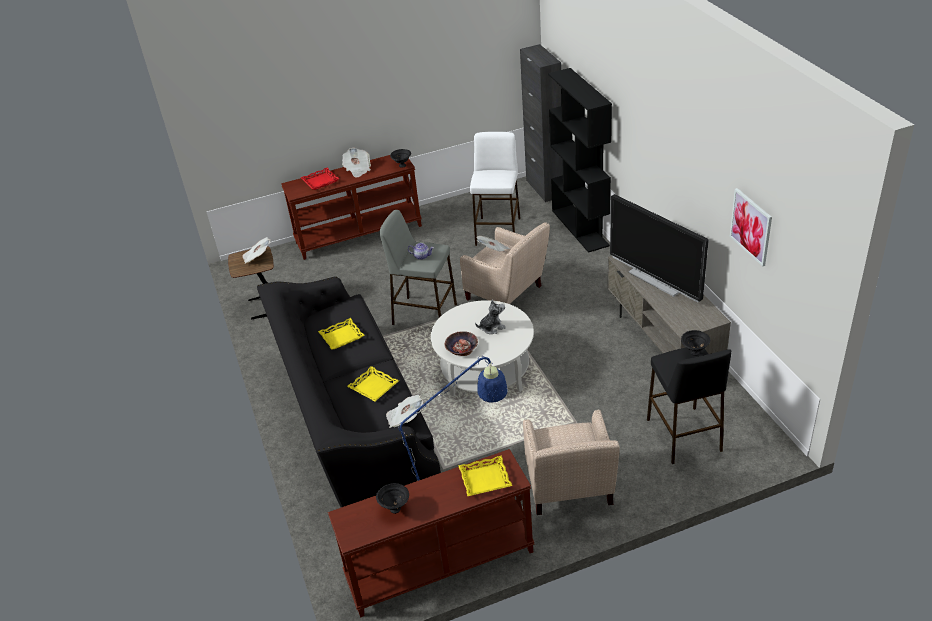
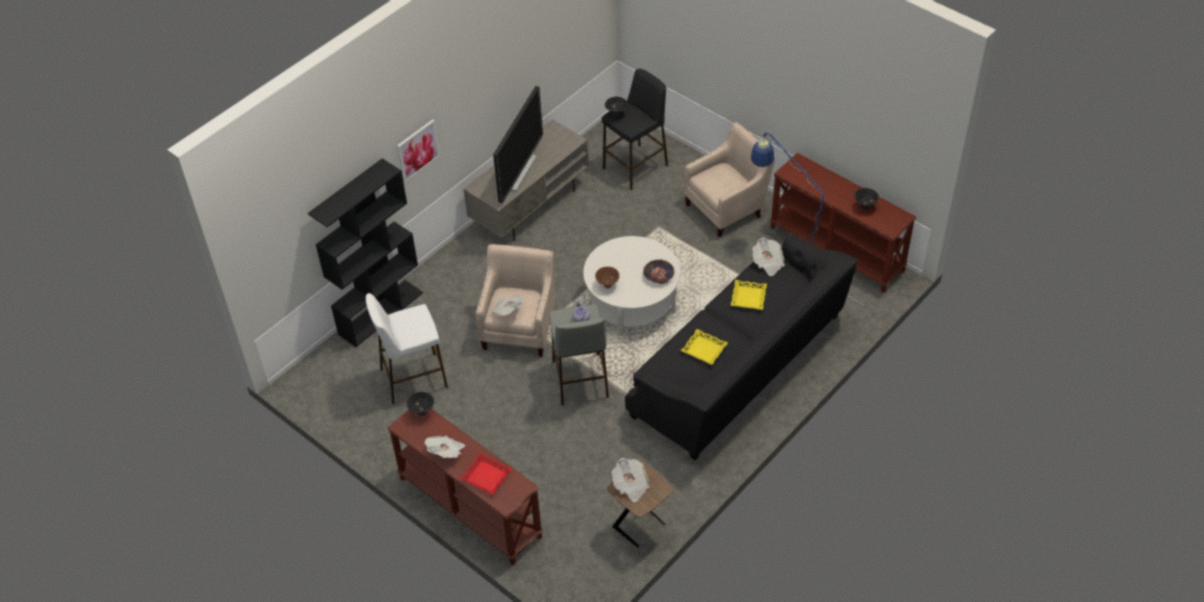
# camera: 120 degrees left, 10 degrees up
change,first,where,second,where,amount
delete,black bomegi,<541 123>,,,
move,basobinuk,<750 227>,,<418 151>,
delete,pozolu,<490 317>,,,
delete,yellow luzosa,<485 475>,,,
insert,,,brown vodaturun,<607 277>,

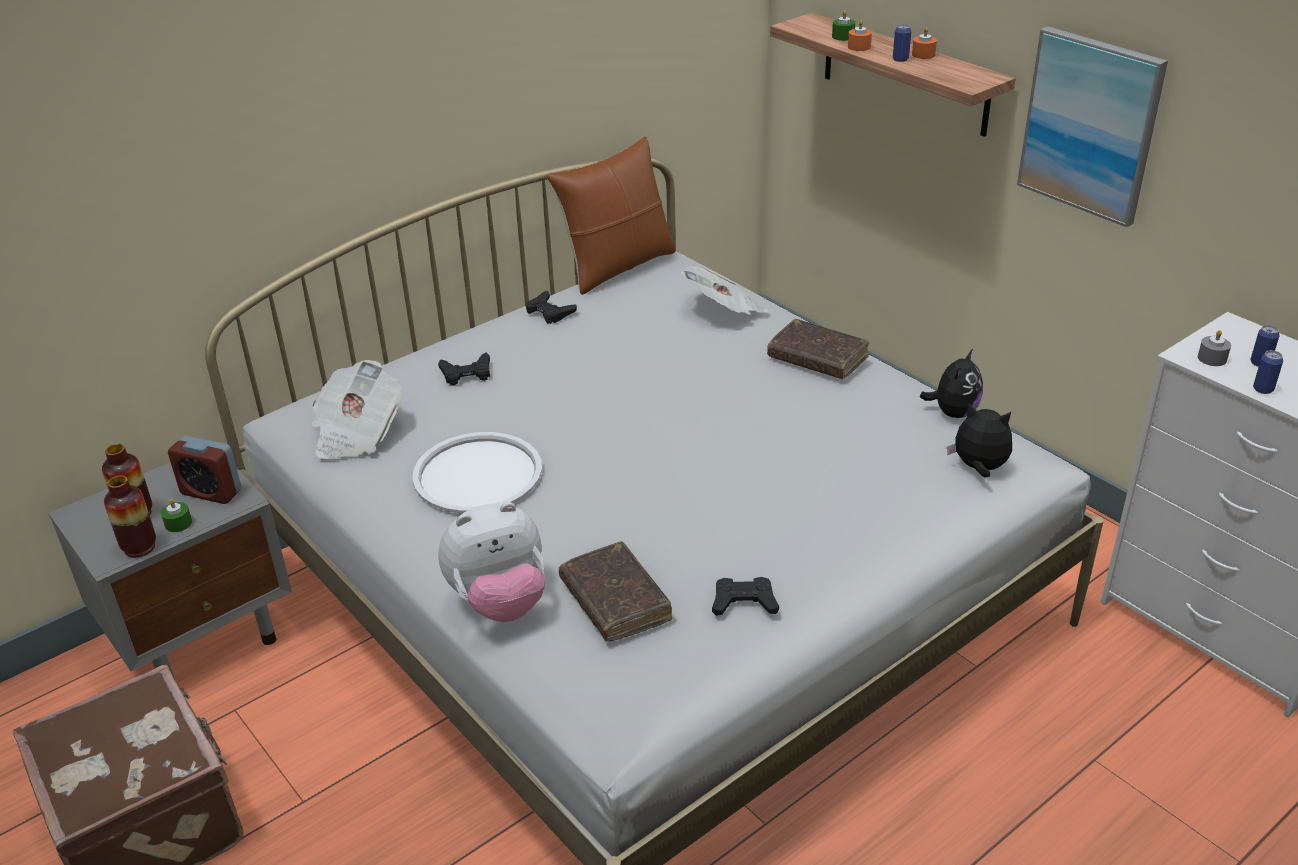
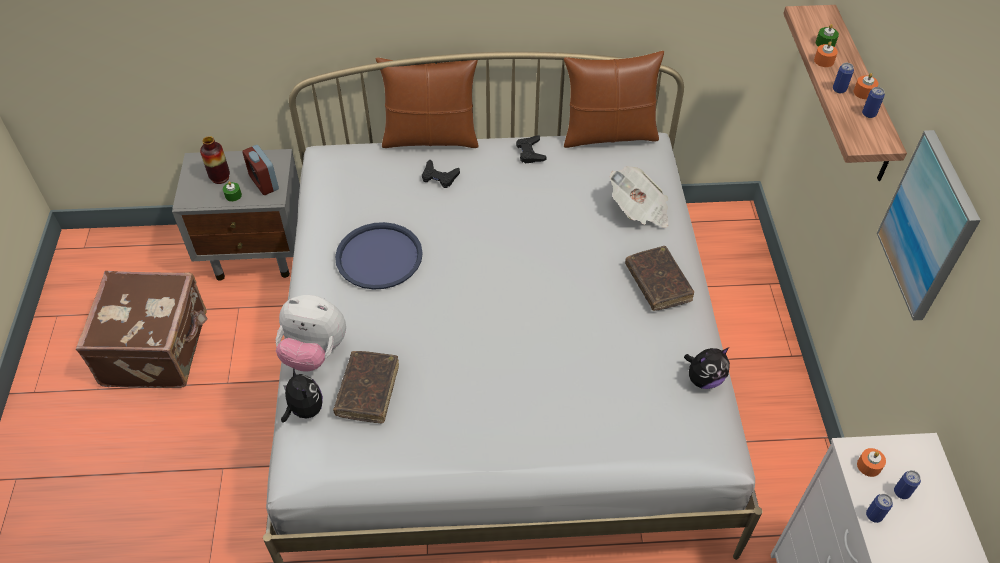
# camera: 35 degrees right, 15 degrees up
change,first,where,second,where,amount
recolor,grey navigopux,<1214 348>,orange navigopux,<871 462>,
delete,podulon,<357 409>,,,
move,pozolu,<979 440>,,<302 395>,
recolor,white luzosa,<477 472>,blue luzosa,<379 256>,
delete,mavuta,<130 516>,,,
delete,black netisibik,<745 596>,,,
insert,,,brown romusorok,<427 102>,
insert,,,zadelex,<873 102>,

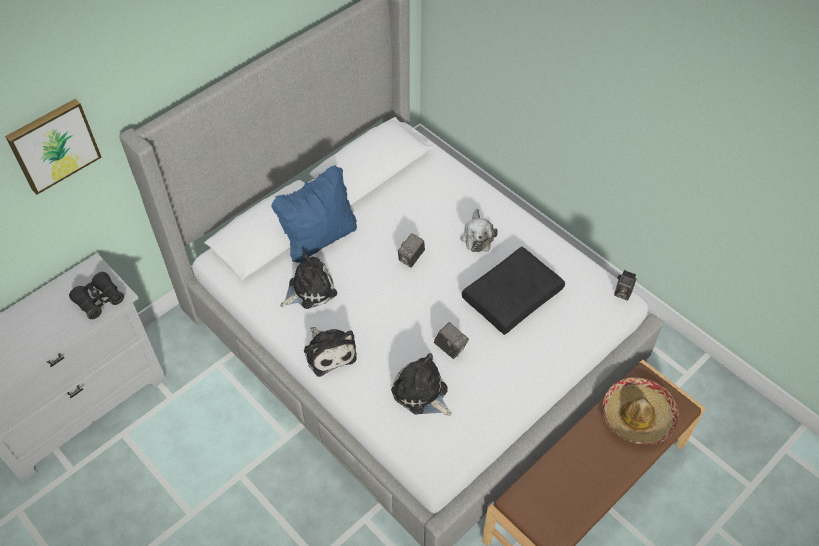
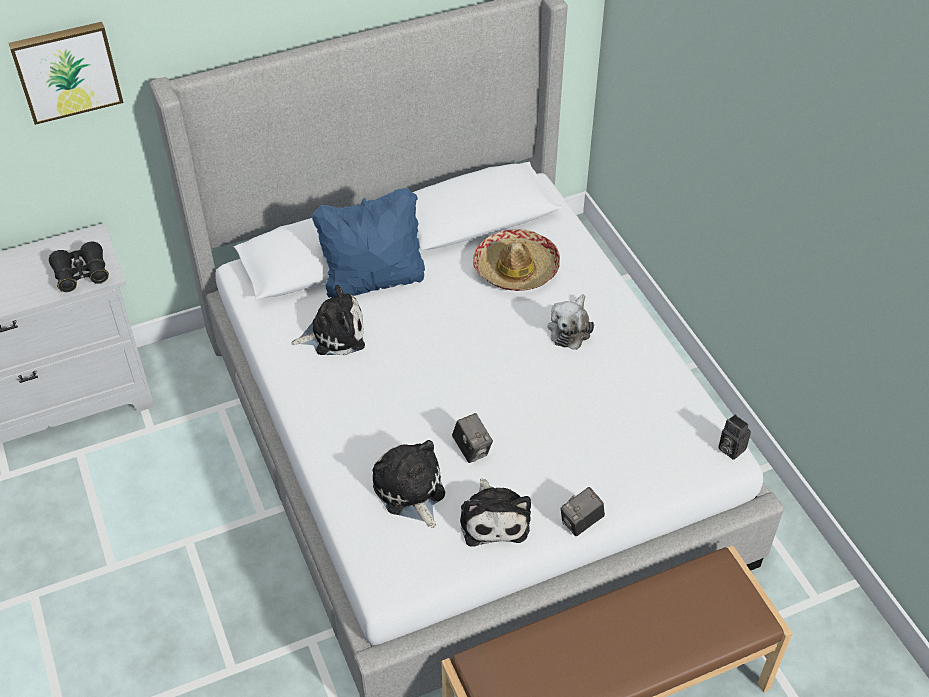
# camera: 20 degrees right, 5 degrees down
change,first,where,second,where,amount
move,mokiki,<411 250>,,<582 511>,
delete,black romusorok,<513 291>,,,
move,pozolu,<330 352>,,<495 513>,
move,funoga,<640 411>,,<516 260>,

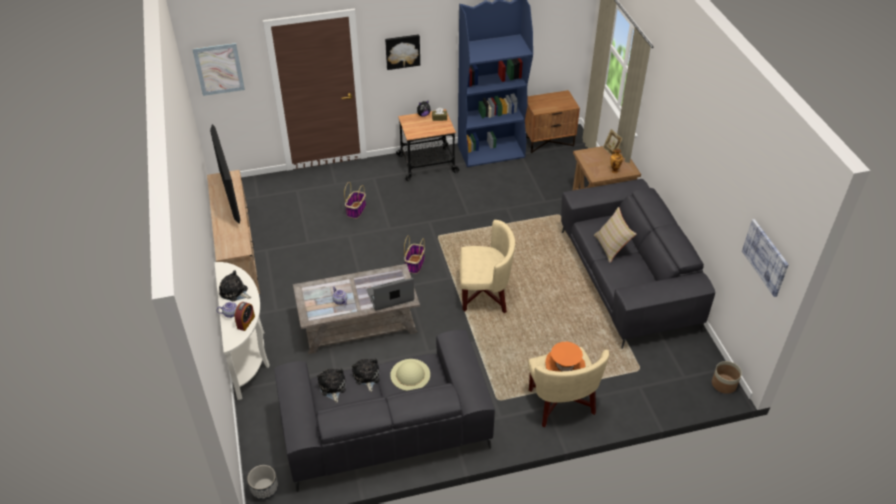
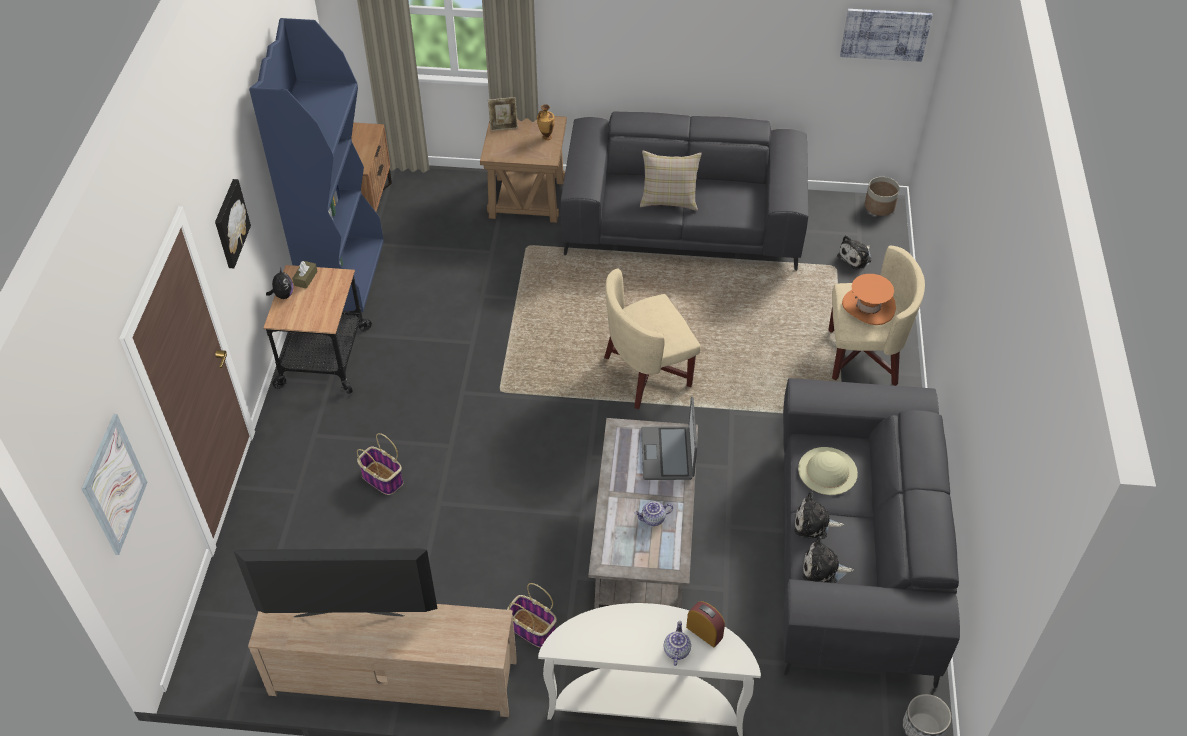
# camera: 70 degrees left, 5 degrees up
change,first,where,second,where,amount
rotate,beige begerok,<487 266>,,<652 338>,135 degrees counterclockwise
move,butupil,<414 254>,,<532 615>,
move,pozolu,<235 286>,,<854 252>,

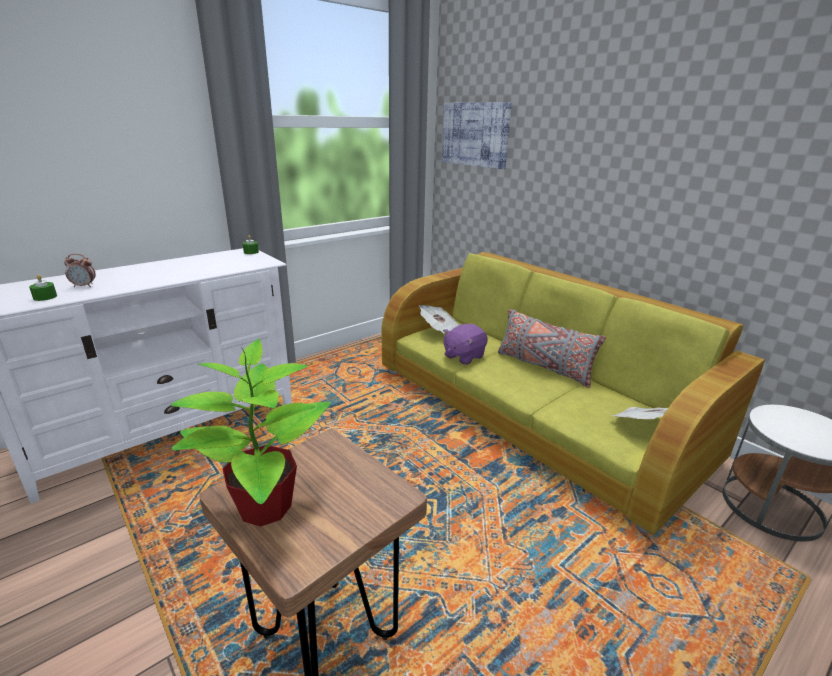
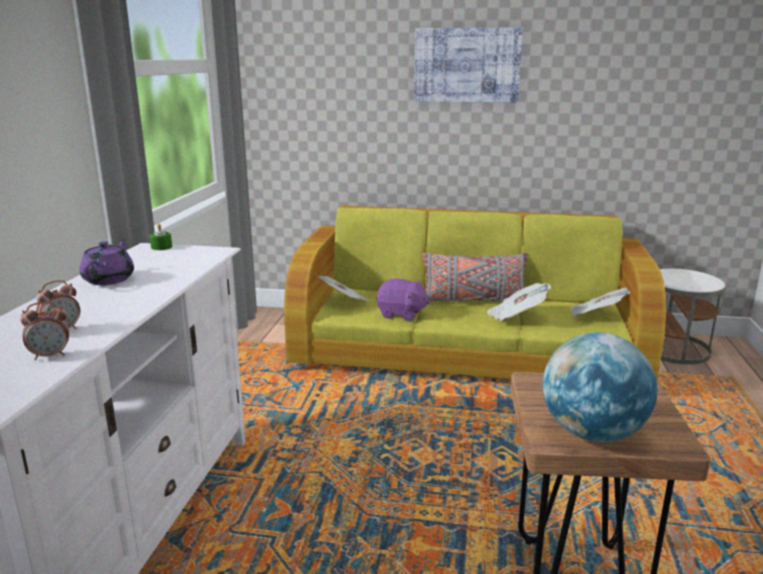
# camera: 40 degrees left, 5 degrees down
change,first,where,second,where,amount
move,basobinuk,<477 135>,,<468 65>,
replace,green navigopux,<43 288>,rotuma,<44 331>,
rotate,purple pozolu,<465 344>,,<403 300>,75 degrees counterclockwise
replace,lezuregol,<250 433>,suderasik,<600 387>,
insert,,,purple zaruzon,<107 262>,
insert,,,podulon,<519 302>,

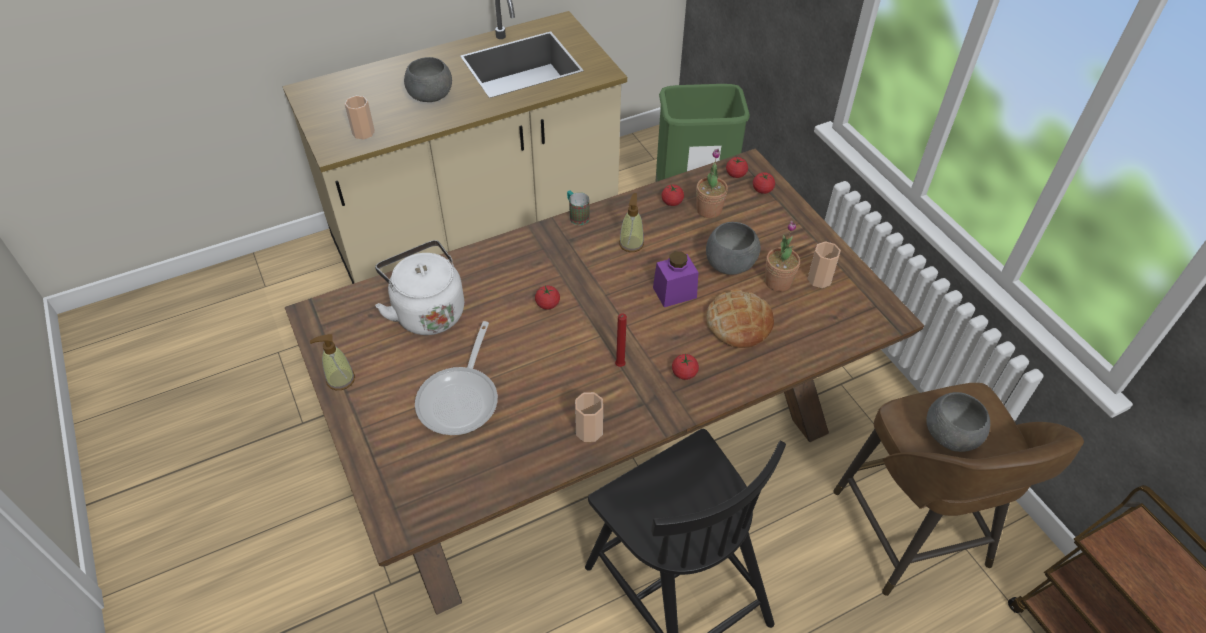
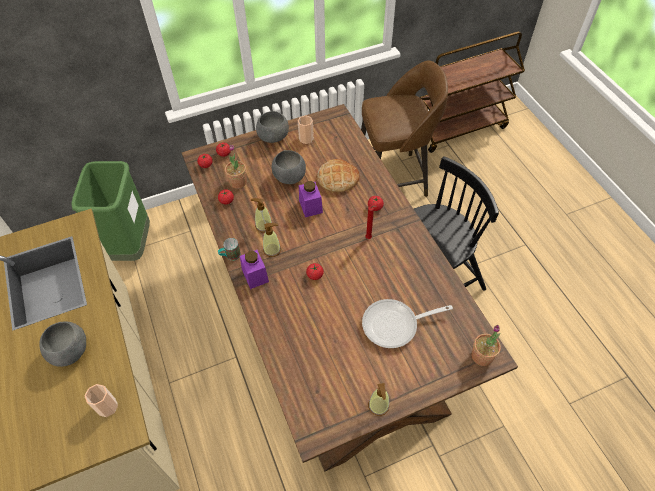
# camera: 85 degrees left, 5 degrees up
change,first,where,second,where,amount
move,lezuregol,<782 256>,,<486 345>,
delete,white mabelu,<419 287>,,,
rotate,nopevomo,<456 378>,,<407 323>,150 degrees clockwise
delete,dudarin,<589 417>,,,
move,grey vodaturun,<958 422>,,<272 127>,
insert,,,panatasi,<272 240>,
insert,,,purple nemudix,<254 269>,

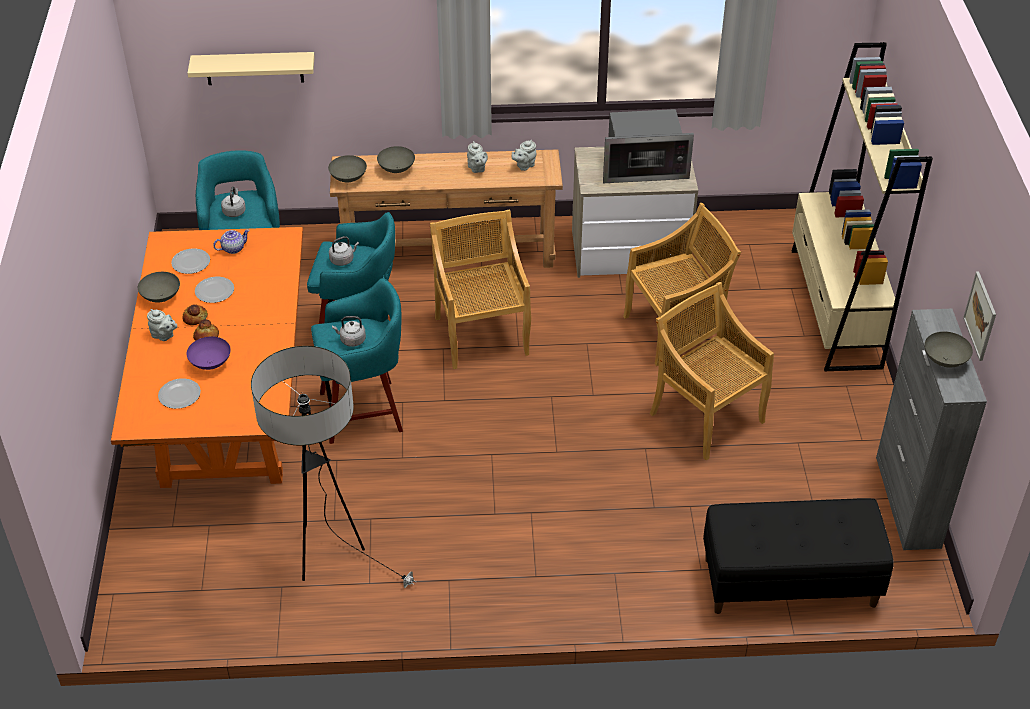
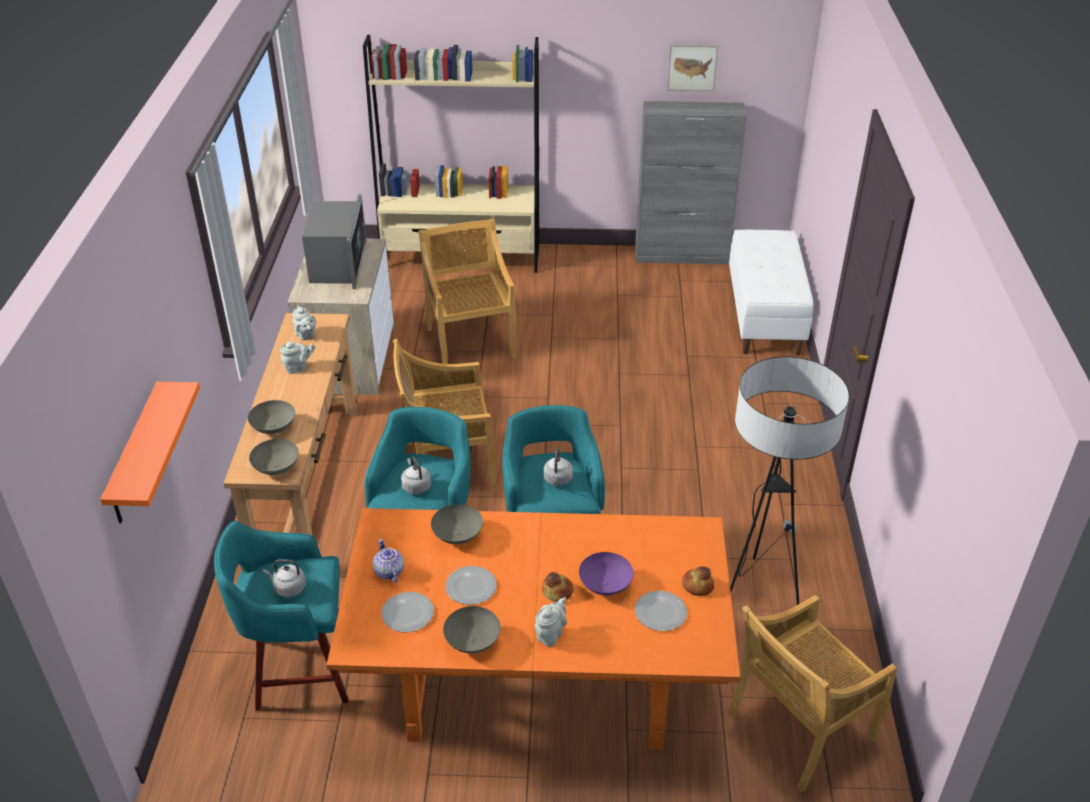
# camera: 85 degrees left, 5 degrees down
change,first,where,second,where,amount
recolor,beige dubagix,<251 68>,orange dubagix,<150 452>,
move,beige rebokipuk,<712 371>,,<812 693>,
move,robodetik,<195 314>,,<698 581>,
move,grey vodaturun,<948 349>,,<457 524>,
recolor,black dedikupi,<798 556>,white dedikupi,<771 293>,

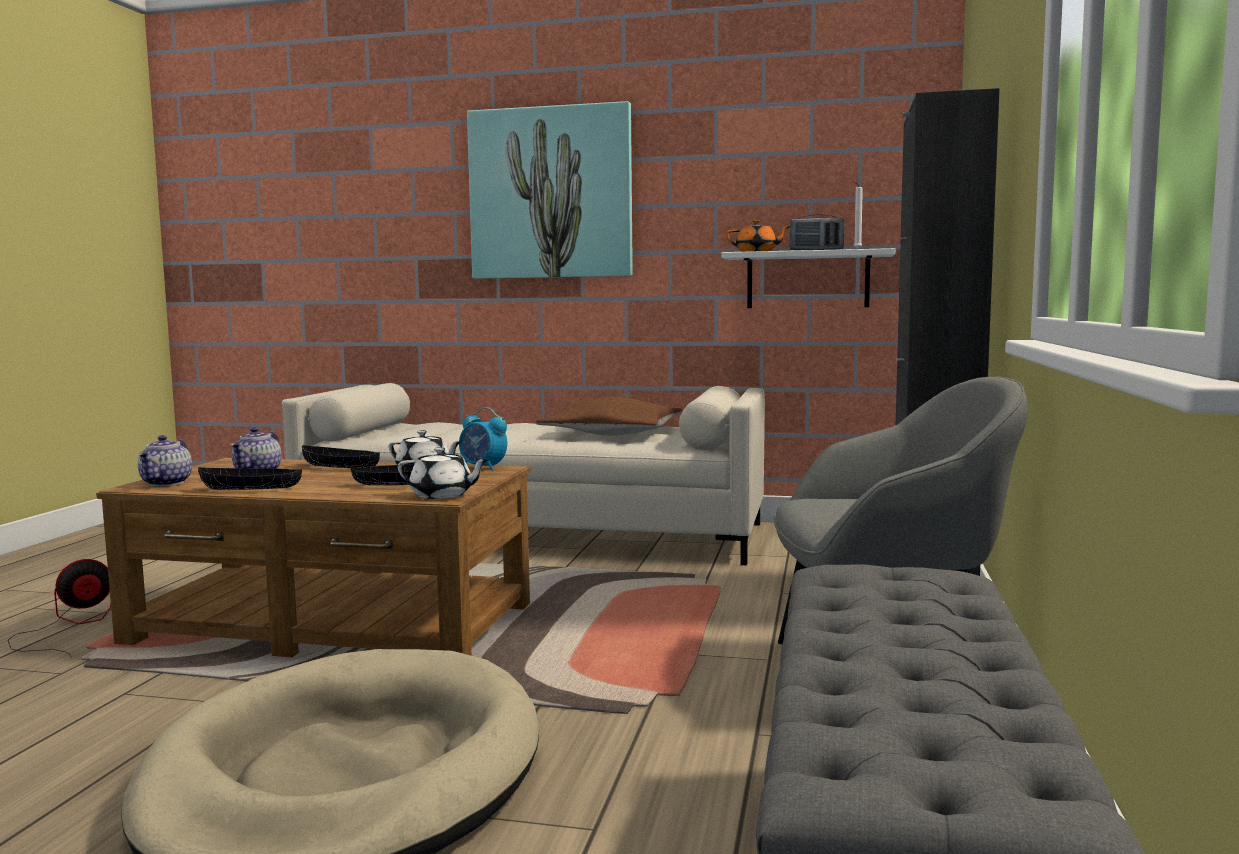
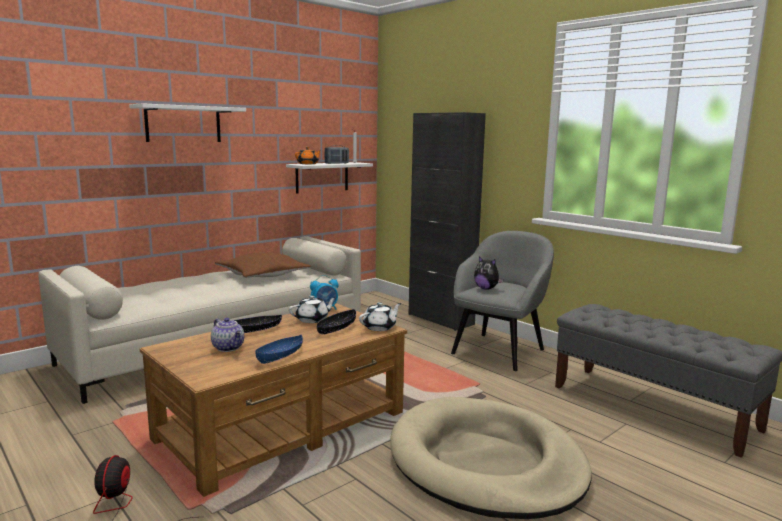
# camera: 55 degrees left, 5 degrees up
change,first,where,second,where,amount
replace,basobinuk,<550 190>,white dubagix,<187 122>,
delete,zaruzon,<165 461>,,,
recolor,black vodaturun,<250 478>,blue vodaturun,<279 349>,
insert,,,pozolu,<488 273>,

